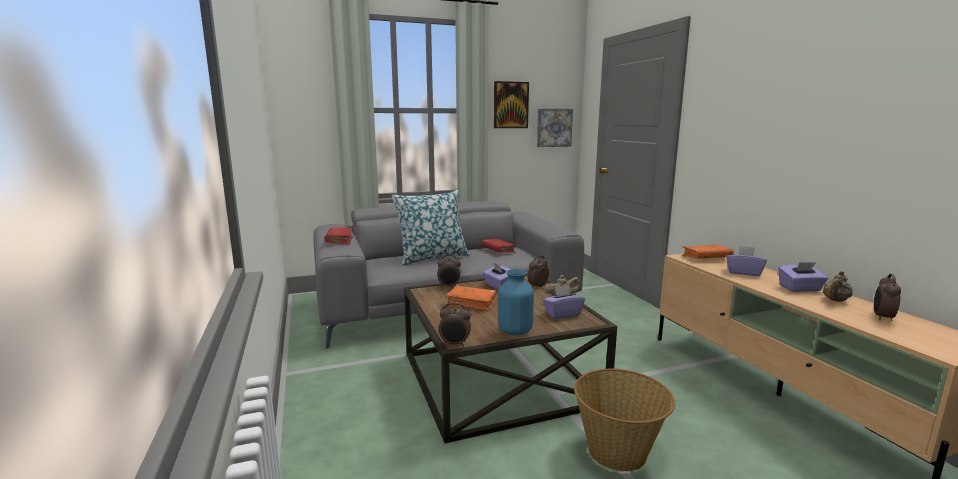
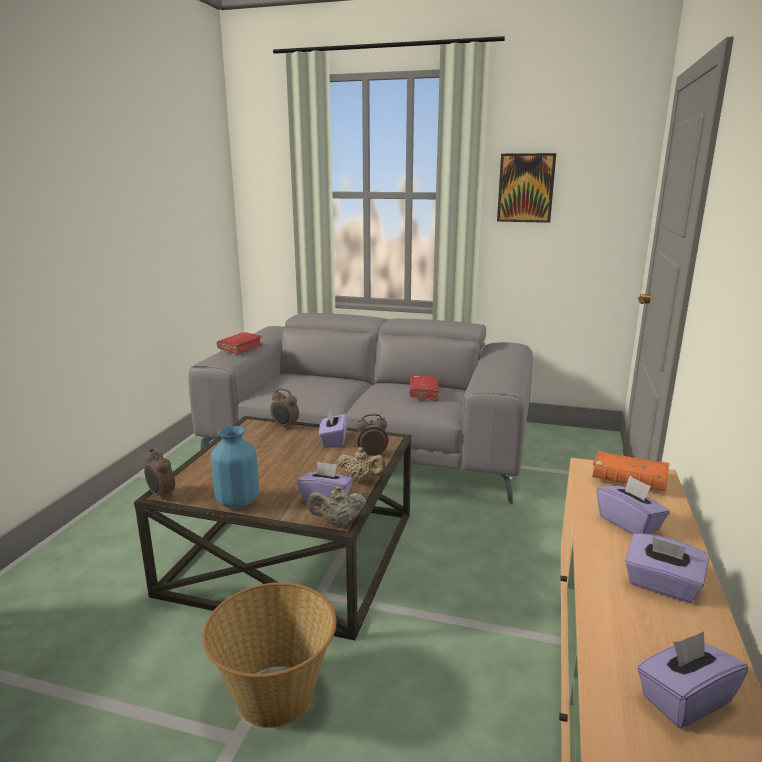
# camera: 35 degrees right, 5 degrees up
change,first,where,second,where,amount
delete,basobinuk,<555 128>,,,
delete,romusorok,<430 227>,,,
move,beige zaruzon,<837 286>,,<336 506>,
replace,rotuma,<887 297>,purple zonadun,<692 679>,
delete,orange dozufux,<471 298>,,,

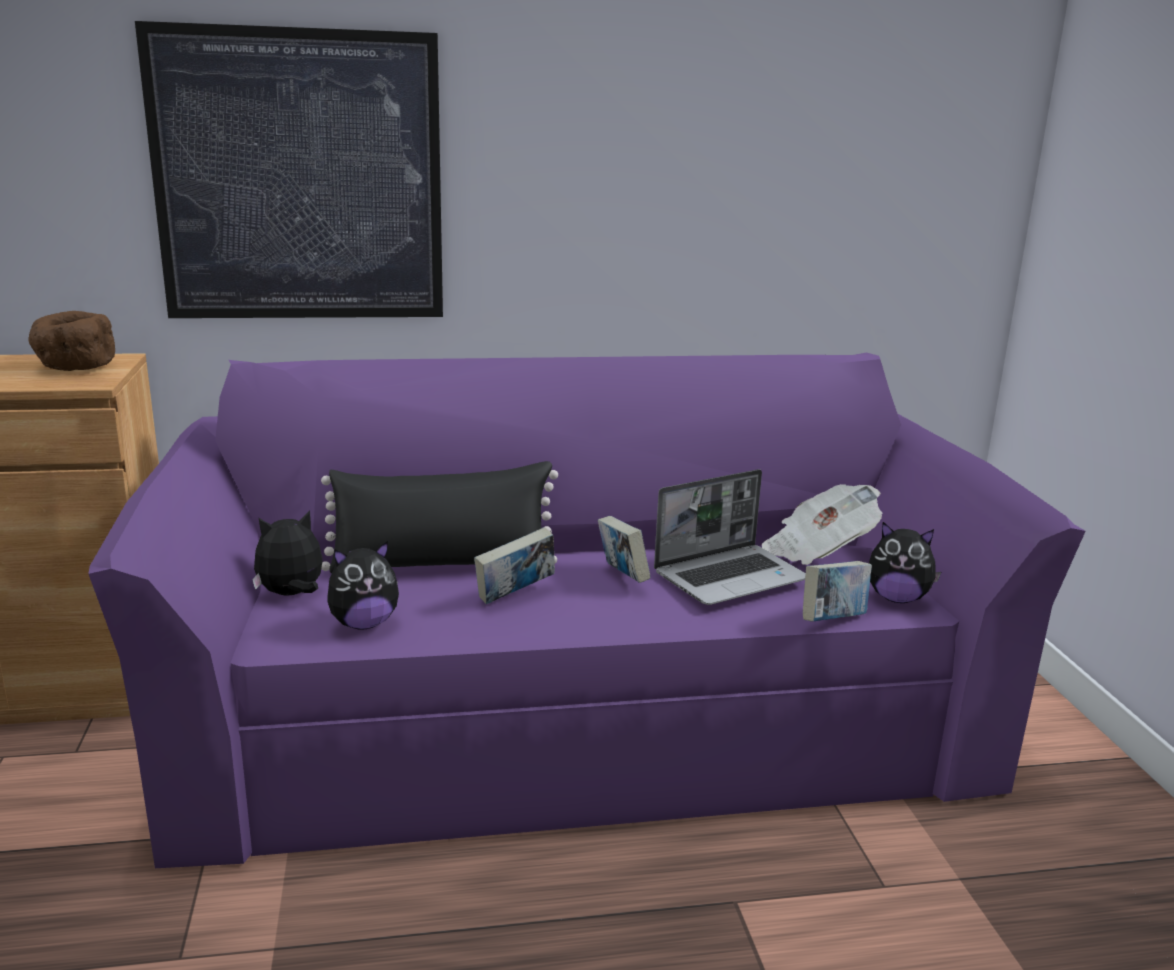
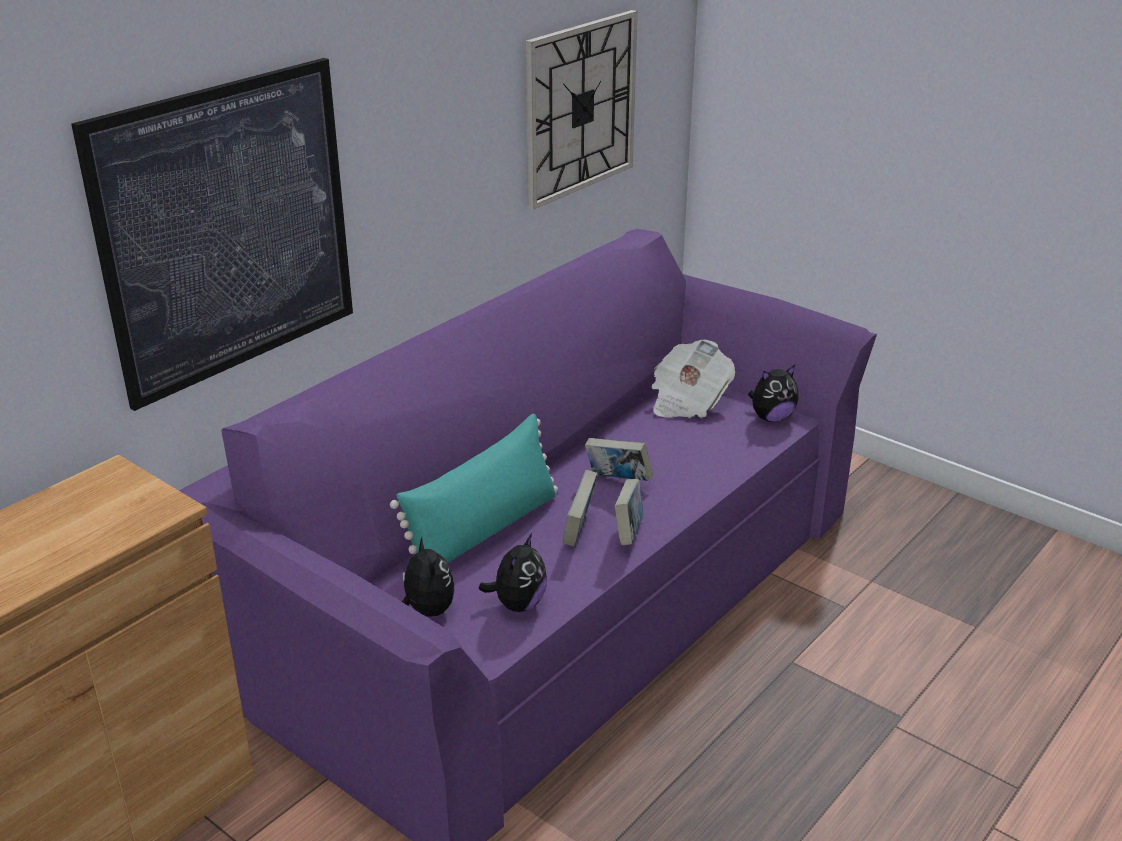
# camera: 40 degrees left, 10 degrees up
change,first,where,second,where,amount
delete,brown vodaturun,<71 341>,,,
recolor,black romusorok,<439 517>,turquoise romusorok,<474 488>,
delete,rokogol,<730 537>,,,
rotate,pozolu,<287 553>,,<428 577>,135 degrees clockwise
move,dozufux,<837 591>,,<629 512>,
insert,,,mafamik,<582 110>,

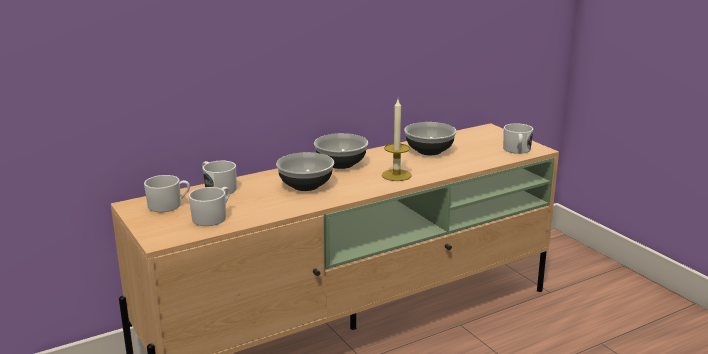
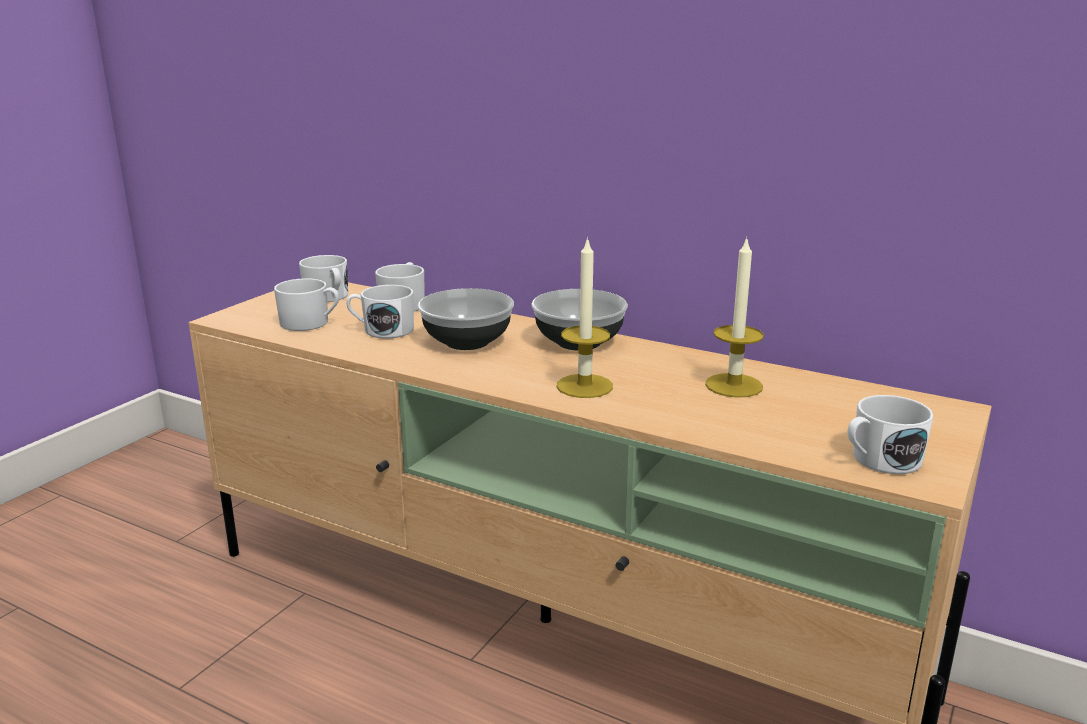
# camera: 60 degrees right, 0 degrees up
change,first,where,second,where,amount
replace,vodaturun,<430 138>,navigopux,<734 317>,
insert,,,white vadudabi,<380 311>,

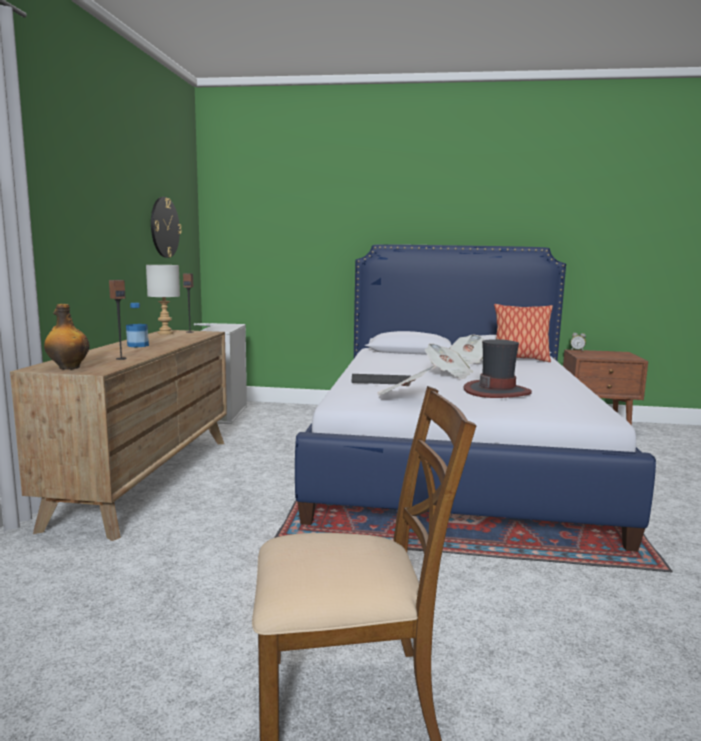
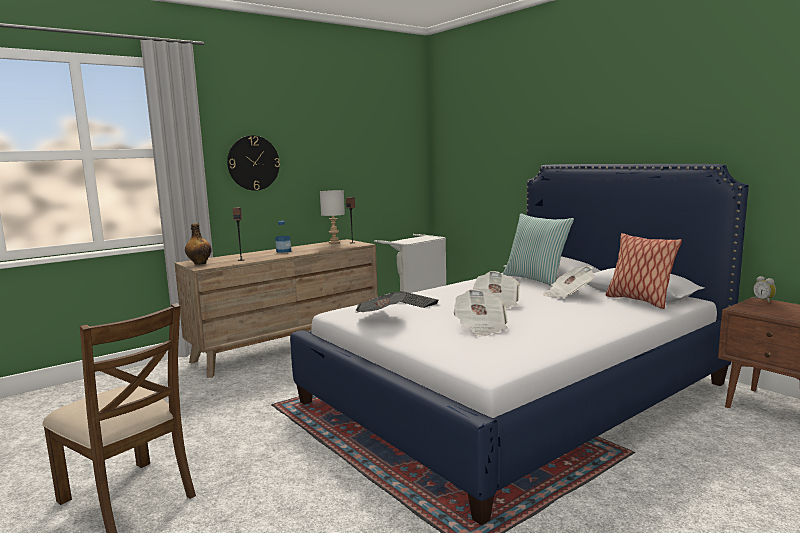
# camera: 45 degrees right, 0 degrees up
change,first,where,second,where,amount
move,mafamik,<166 227>,,<253 163>,
replace,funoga,<498 368>,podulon,<480 313>,
insert,,,romusorok,<538 250>,

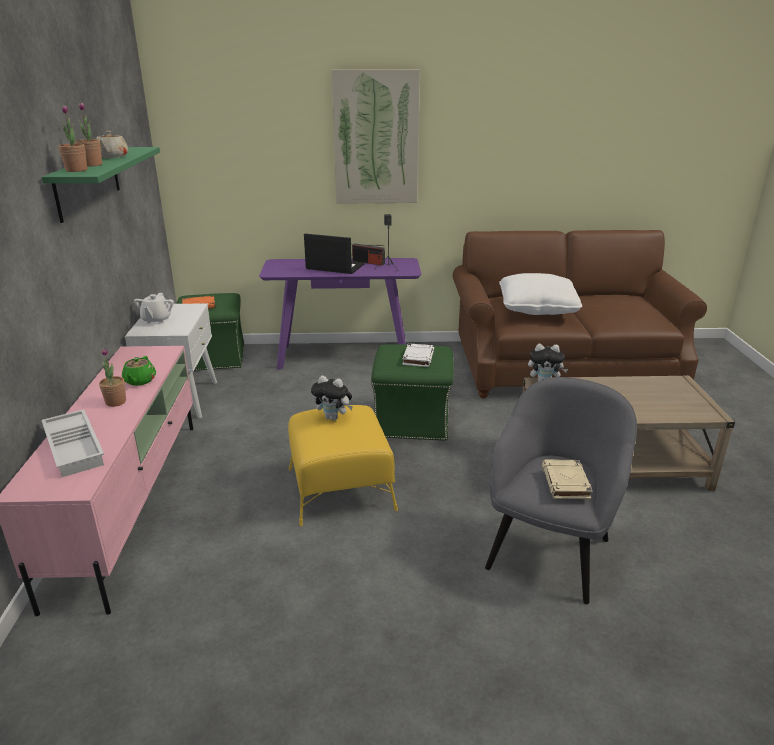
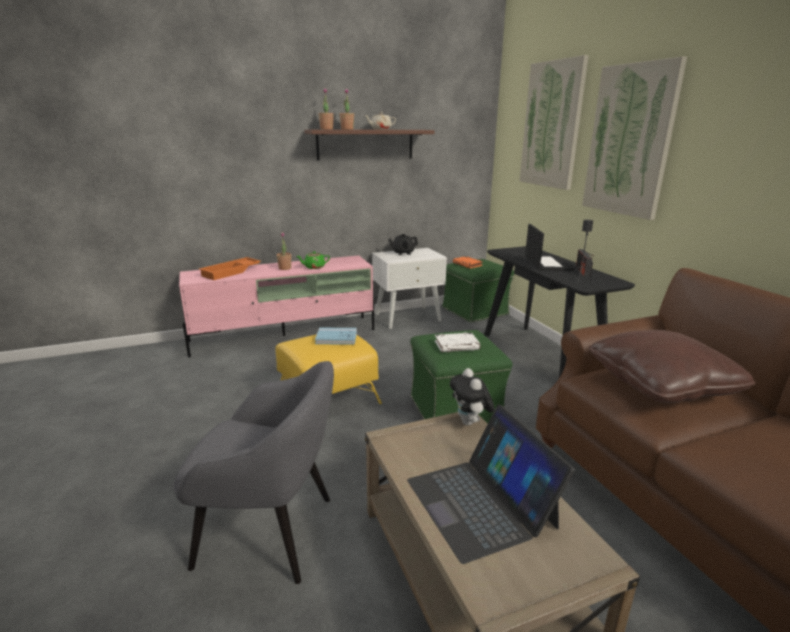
# camera: 70 degrees right, 5 degrees down
change,first,where,second,where,amount
recolor,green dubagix,<101 185>,brown dubagix,<369 144>,
recolor,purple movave,<340 314>,black movave,<559 312>,
recolor,white romusorok,<540 294>,brown romusorok,<672 366>,
recolor,white zaruzon,<154 308>,black zaruzon,<403 244>,
replace,pozolu,<332 398>,blue dozufux,<336 336>,
recolor,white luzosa,<73 443>,orange luzosa,<230 268>,
delete,beige dozufux,<567 479>,,,
insert,,,basobinuk,<554 122>,
insert,,,rokogol,<491 484>,

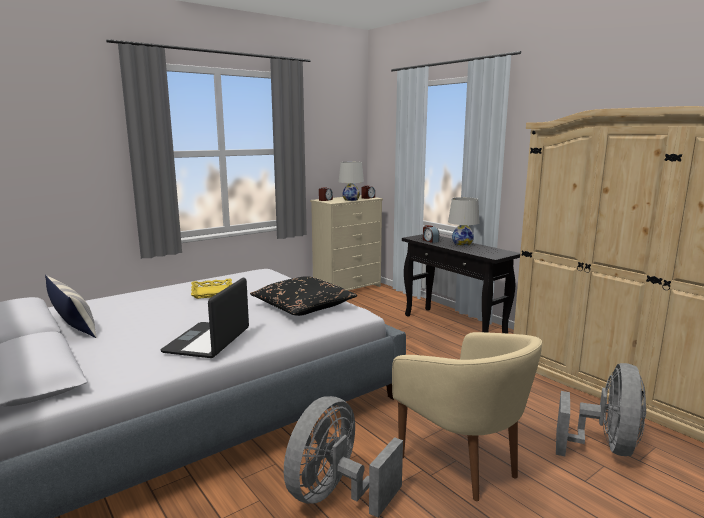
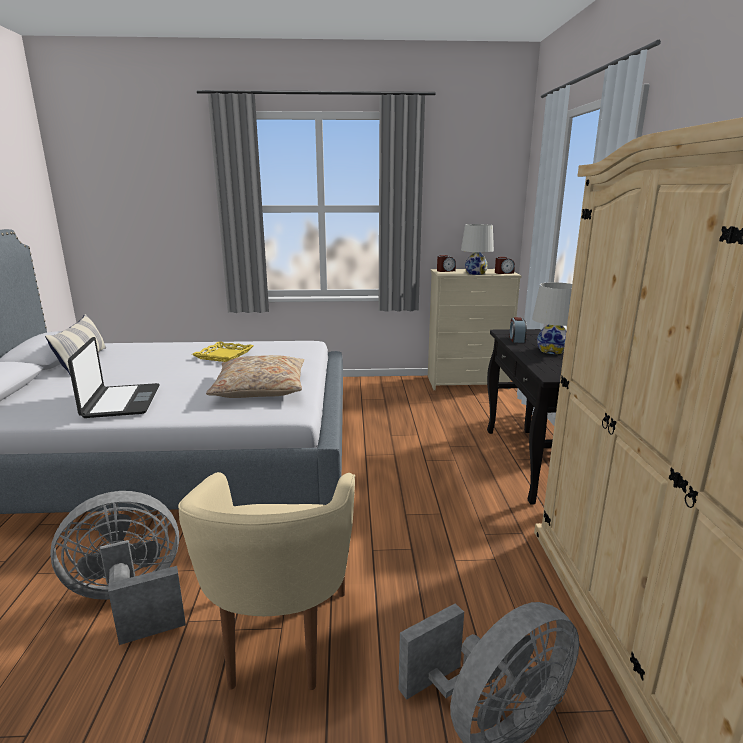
# camera: 35 degrees right, 5 degrees up
change,first,where,second,where,amount
recolor,black romusorok,<303 296>,beige romusorok,<255 376>,
rotate,rokogol,<205 318>,,<114 377>,120 degrees clockwise

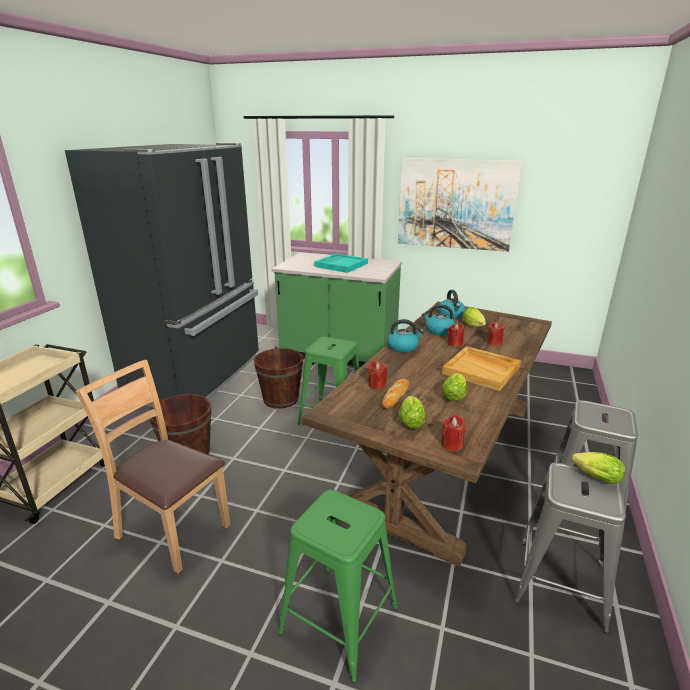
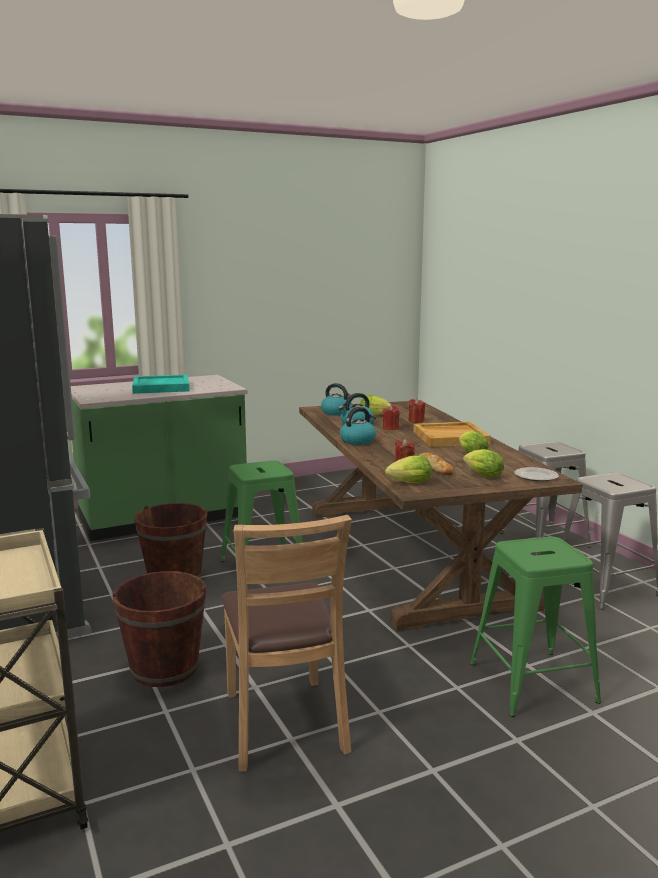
# camera: 45 degrees left, 10 degrees down
change,first,where,second,where,amount
delete,basobinuk,<460 205>,,,
rotate,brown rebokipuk,<153 467>,,<286 643>,90 degrees counterclockwise
replace,red navigopux,<453 433>,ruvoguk,<536 474>,
move,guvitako,<598 468>,,<408 469>,

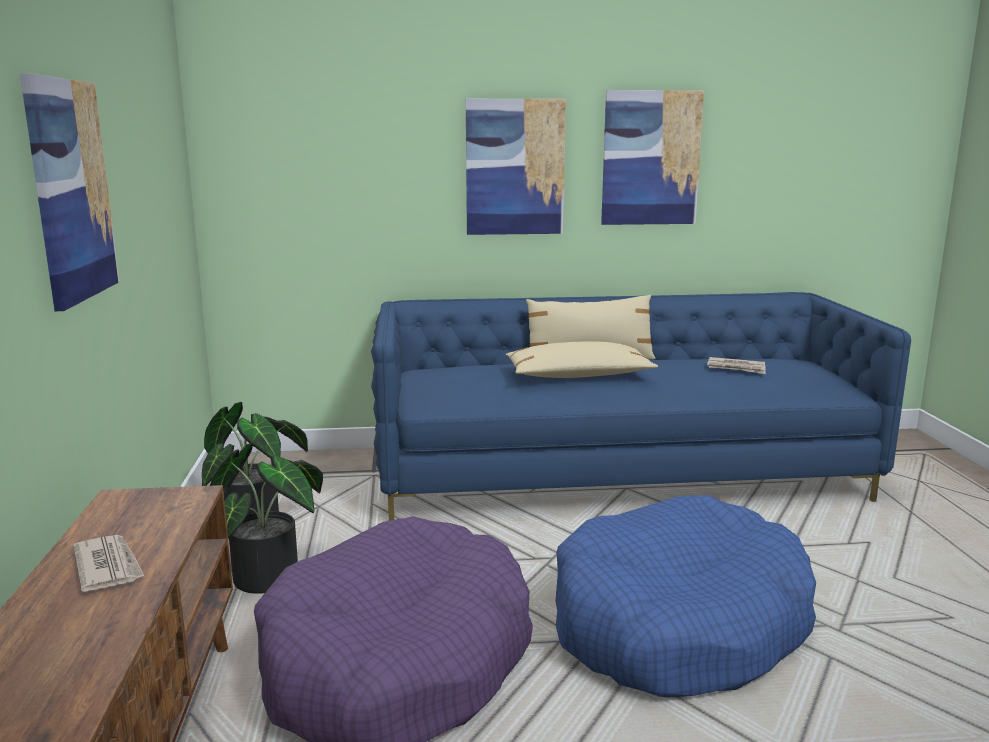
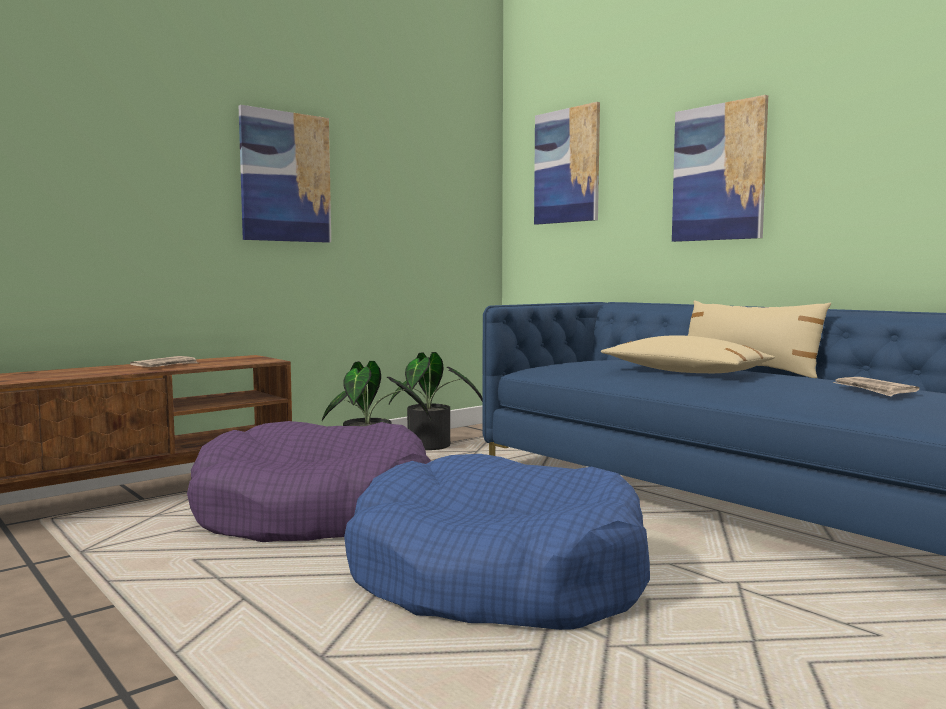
# camera: 55 degrees right, 10 degrees down
change,first,where,second,where,amount
move,basobinuk,<652 157>,,<567 163>,

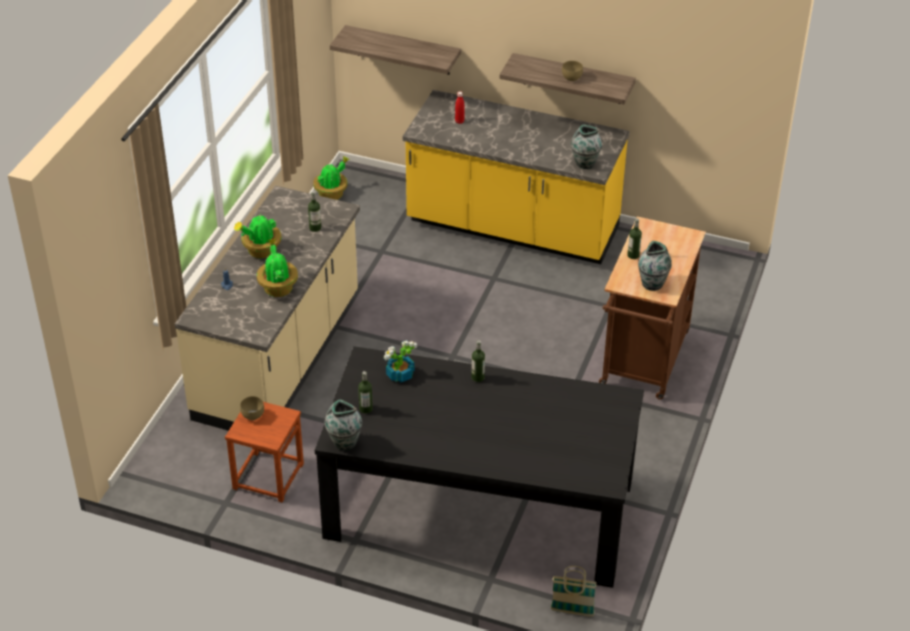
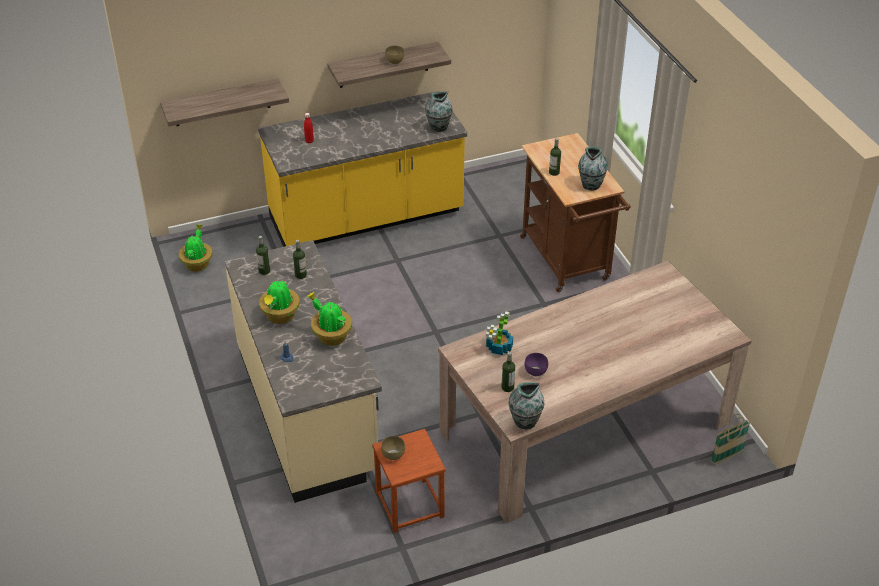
# camera: 40 degrees left, 0 degrees up
change,first,where,second,where,amount
move,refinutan,<478 361>,,<263 255>,
recolor,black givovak,<479 467>,beige givovak,<595 392>,
insert,,,purple vodaturun,<536 364>,

